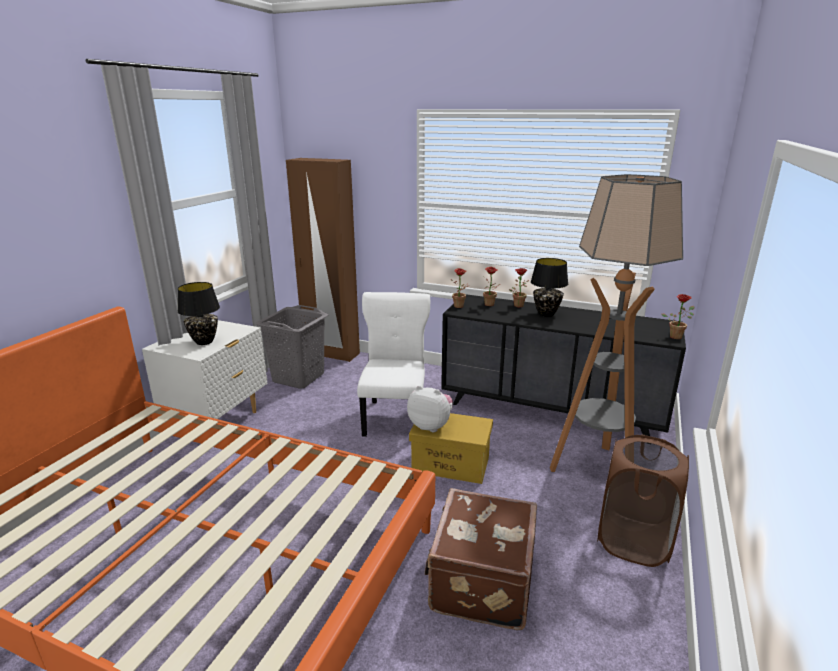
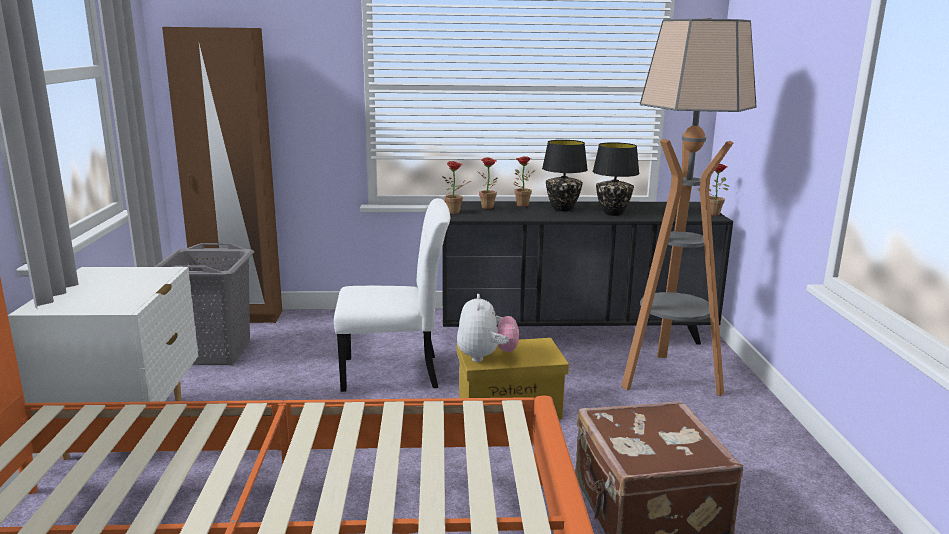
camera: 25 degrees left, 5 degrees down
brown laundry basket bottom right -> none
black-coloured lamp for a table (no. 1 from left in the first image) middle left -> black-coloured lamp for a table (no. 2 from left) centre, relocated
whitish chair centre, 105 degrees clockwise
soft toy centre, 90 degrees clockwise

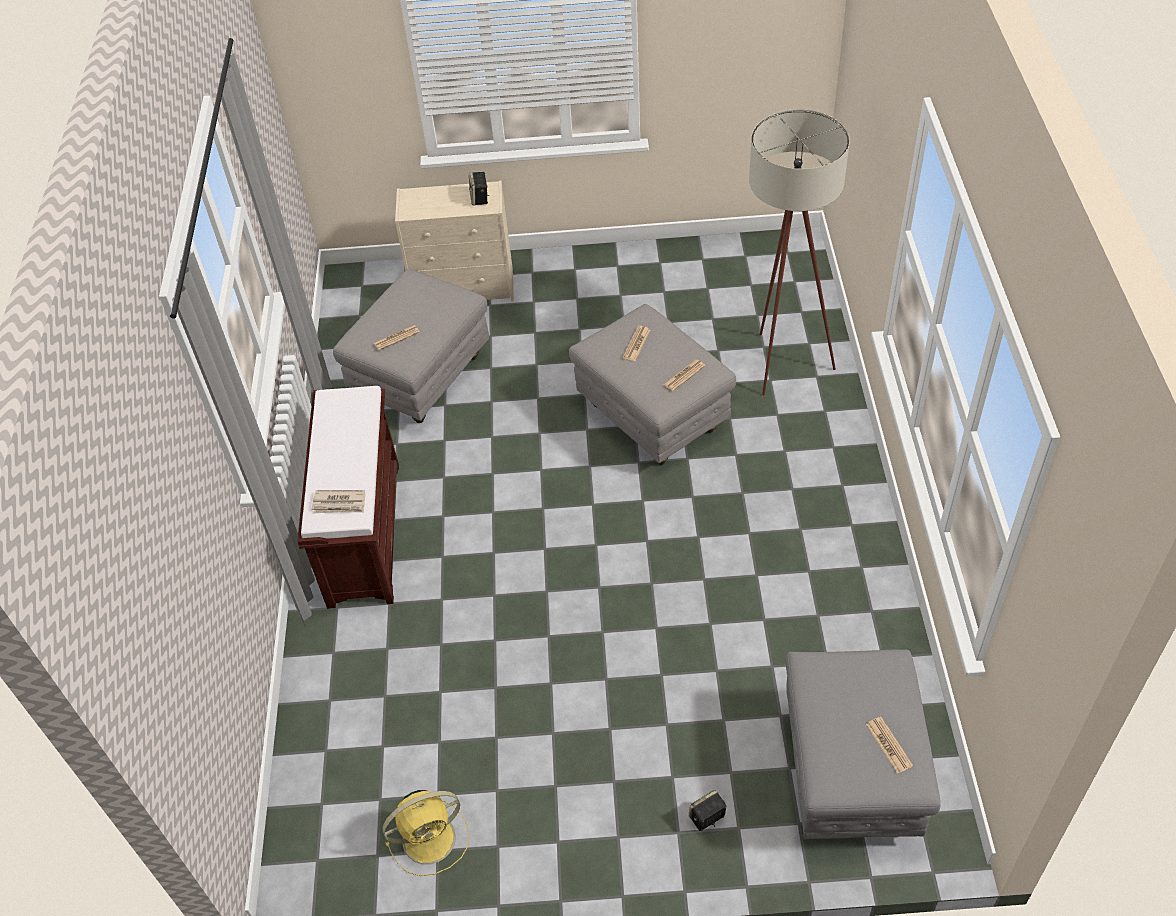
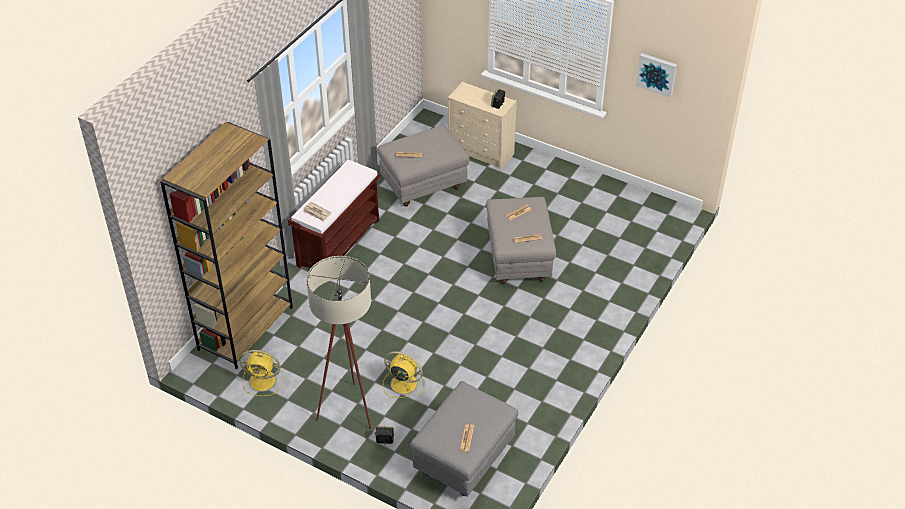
camera: 30 degrees right, 5 degrees down
none -> brown bookshelf middle left
none -> yellow-coloured electric fan (no. 2 from left) bottom centre
none -> wall art top right
beige standing lamp top right -> beige standing lamp bottom centre, relocated

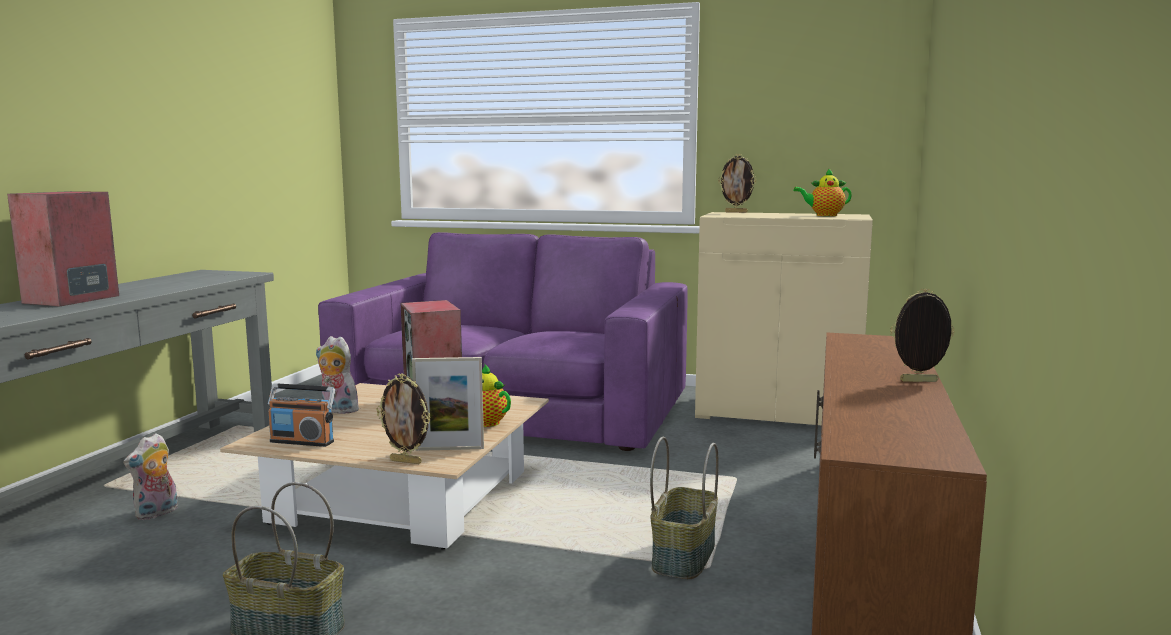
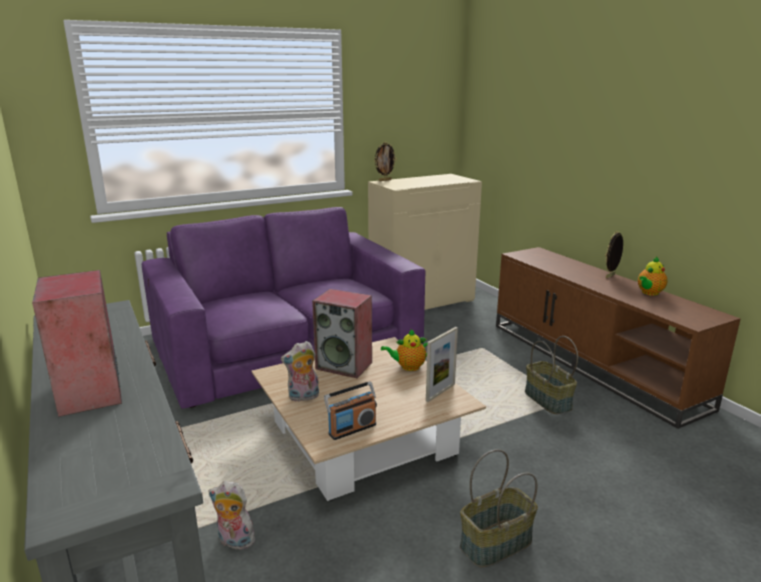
camera: 45 degrees left, 10 degrees up
standing frame (no. 1 from left) centre -> none
teapot (no. 2 from left) top right -> teapot (no. 2 from left) middle right, relocated
soft toy (no. 1 from left) bottom left, 120 degrees clockwise

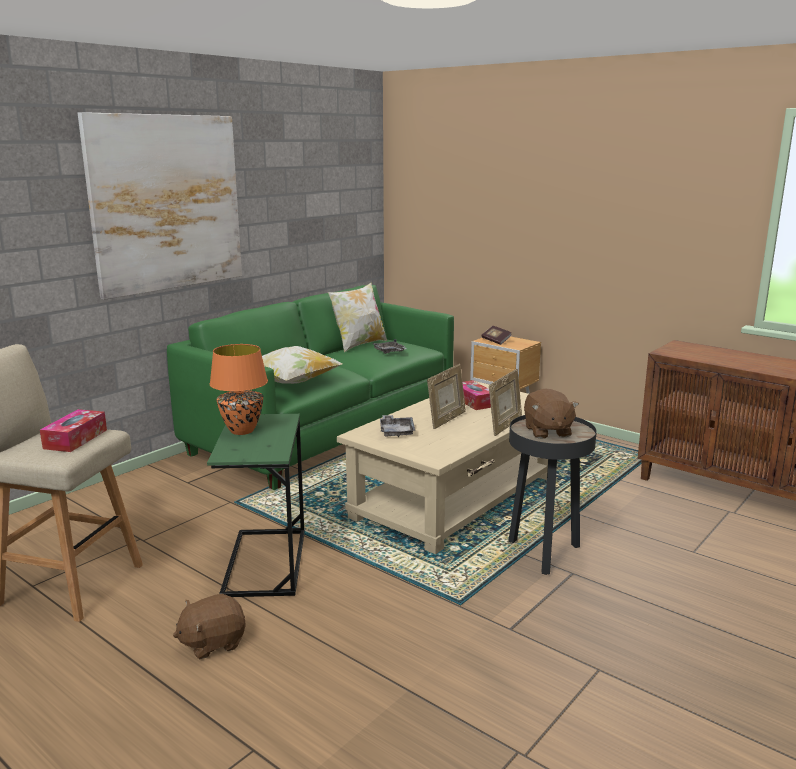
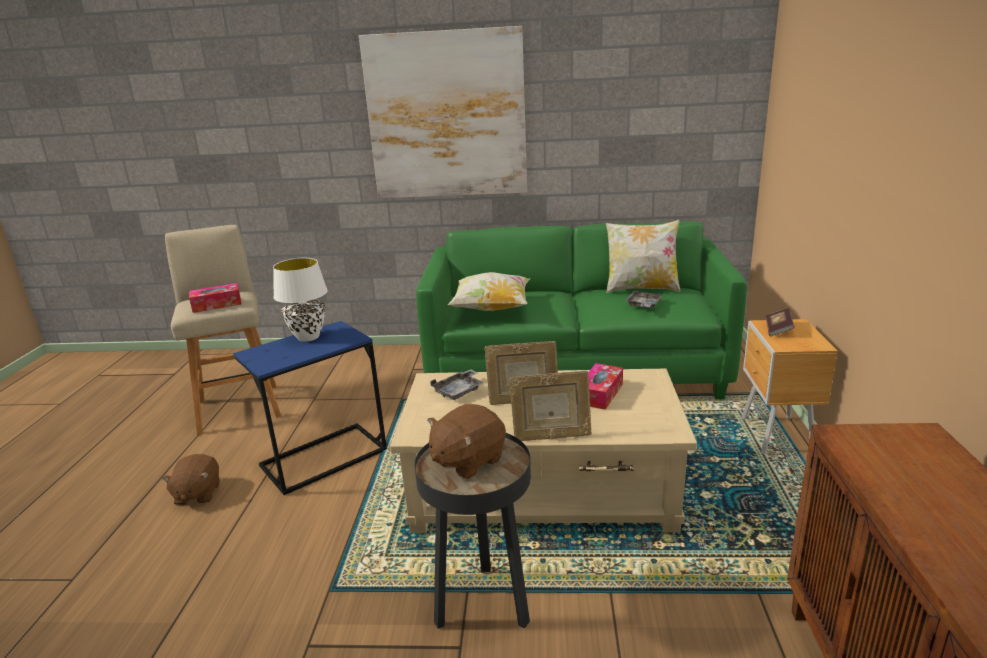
camera: 55 degrees right, 5 degrees up
green-coloured end table middle left -> blue end table middle left
orange lamp for a table middle left -> whitish lamp for a table middle left
brown soft toy (no. 1 from left) bottom left, 120 degrees counterclockwise

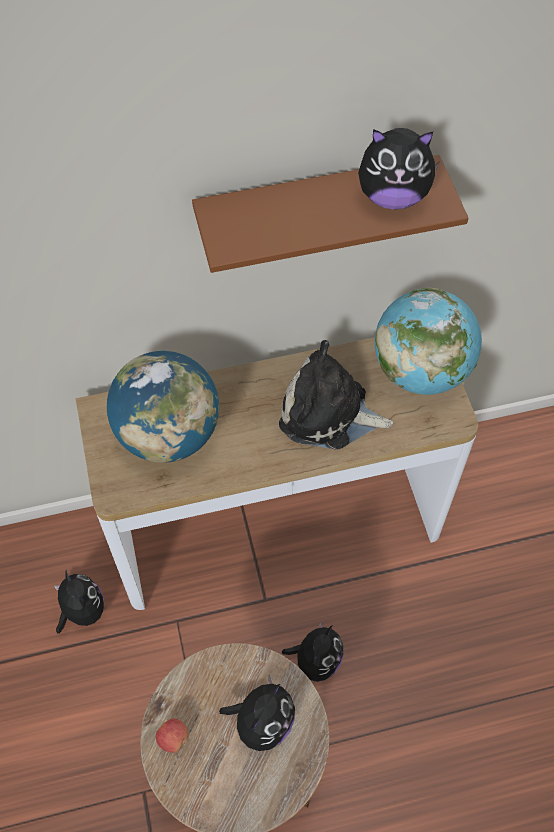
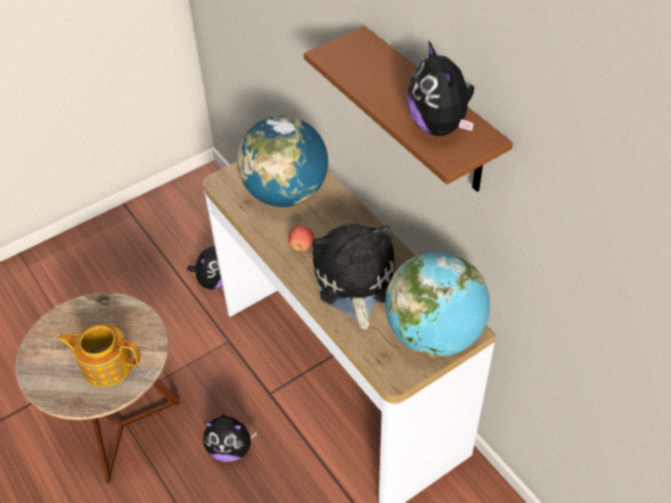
camera: 70 degrees right, 10 degrees down
apple bottom left -> apple centre, relocated
soft toy (no. 2 from left) bottom centre -> teapot bottom left

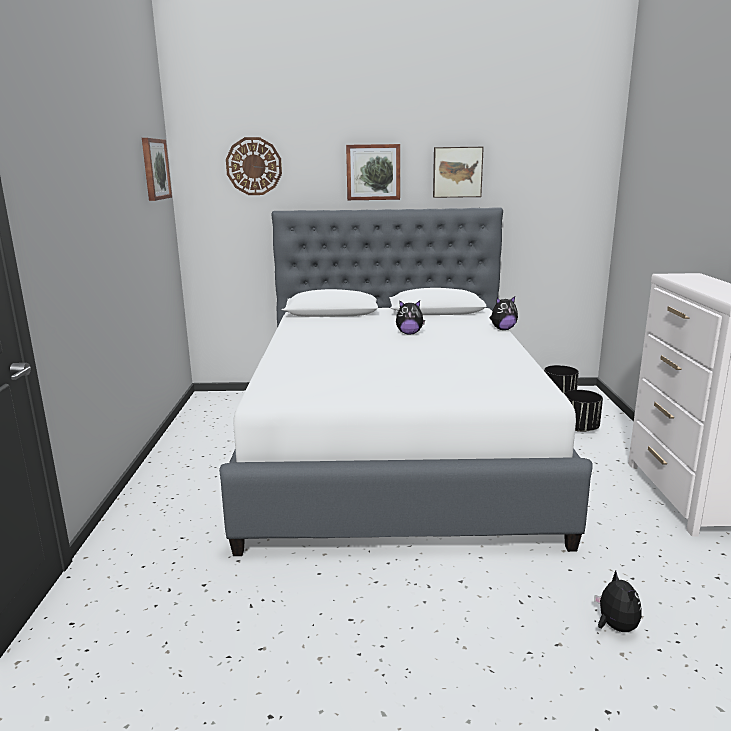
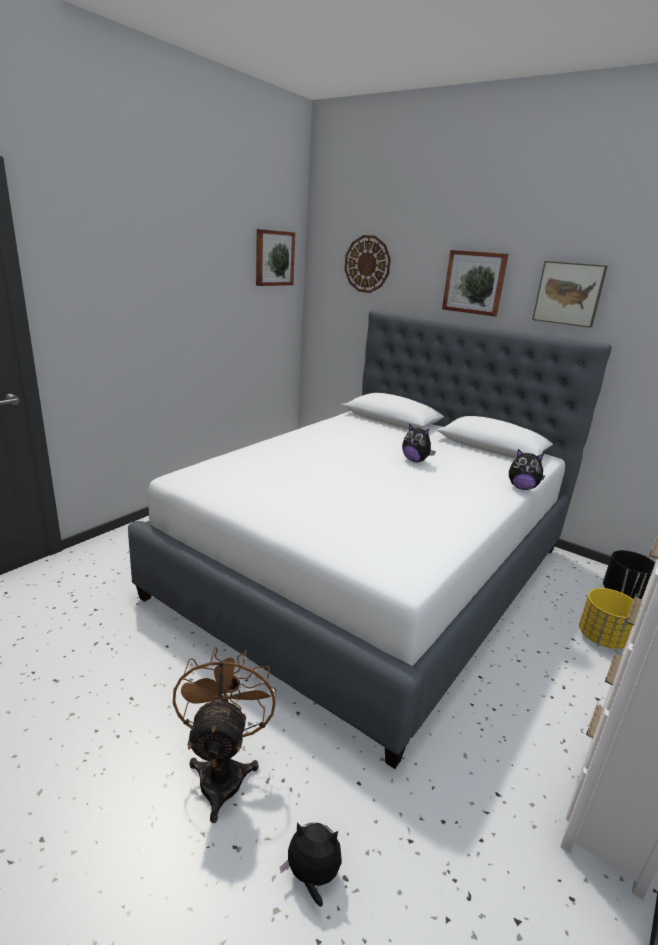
camera: 35 degrees right, 5 degrees up
none -> brown electric fan bottom centre
black-coloured flower pot (no. 2 from left) middle right -> yellow-coloured flower pot middle right
soft toy (no. 3 from left in the first image) bottom right -> soft toy (no. 1 from left) bottom centre, 105 degrees counterclockwise

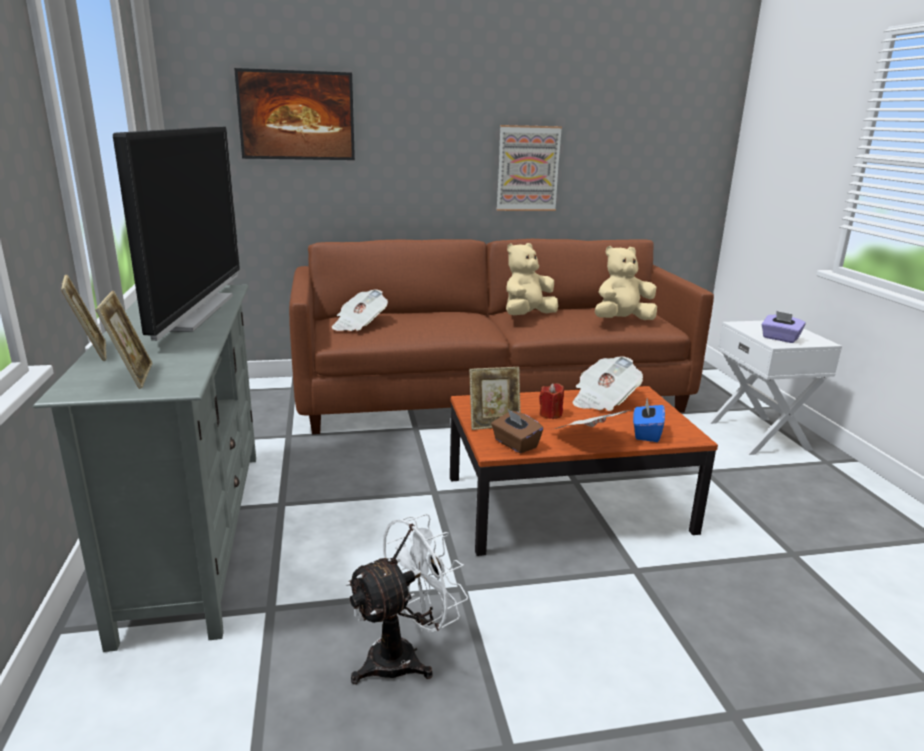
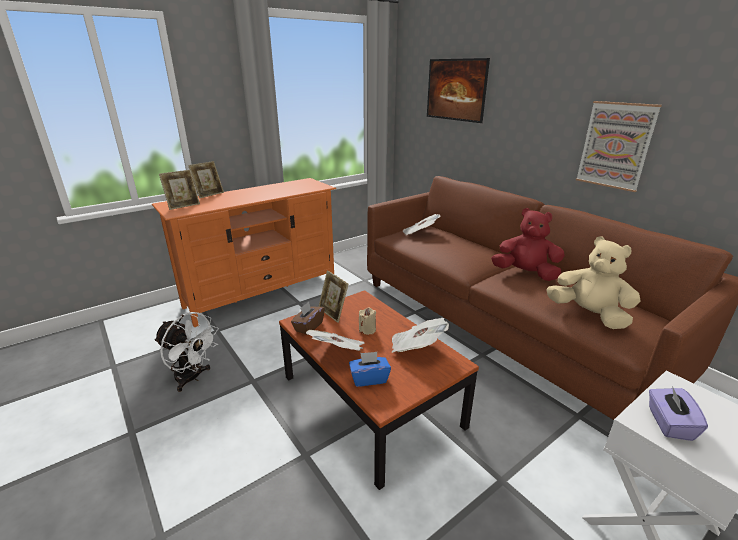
camera: 65 degrees right, 5 degrees up
TV top left -> none
gray media console middle left -> orange media console middle left
beige soft toy (no. 1 from left) centre -> reddish soft toy middle right
reddish wax light centre -> beige wax light centre

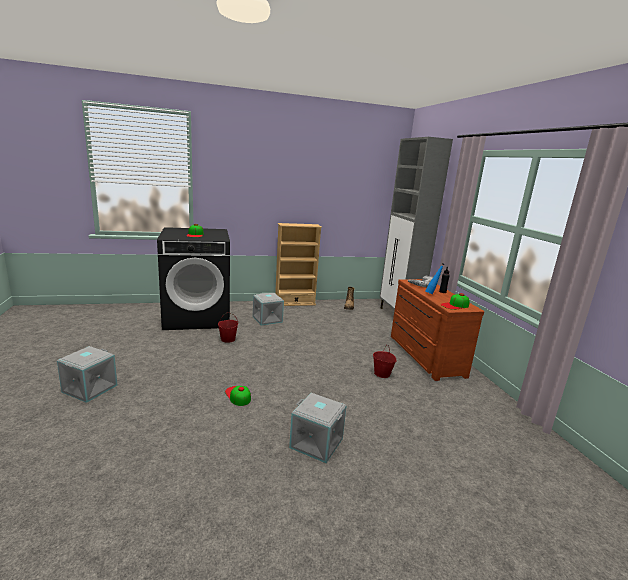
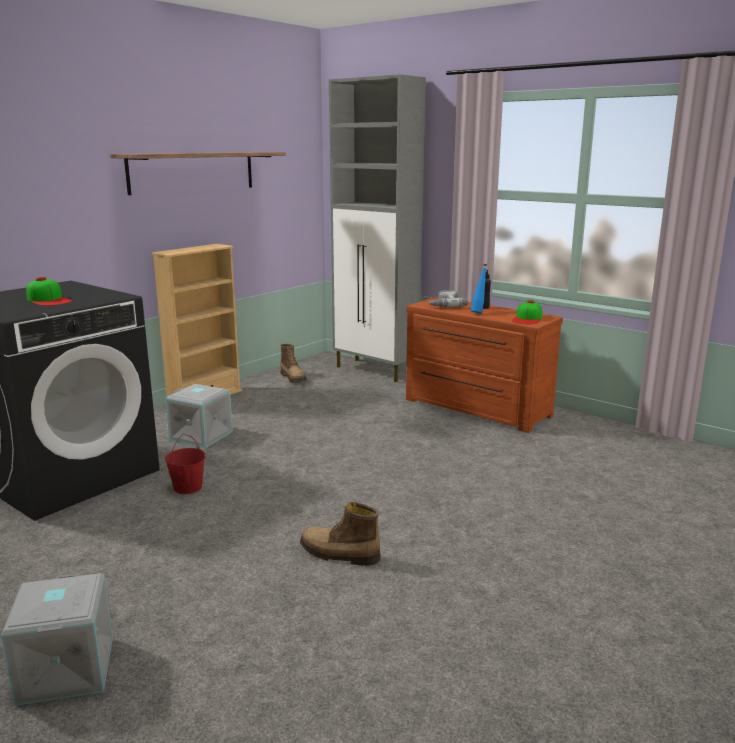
camera: 35 degrees left, 0 degrees up
gray storage container (no. 3 from left) bottom centre -> none
reddish bucket (no. 2 from left) centre -> none
none -> bracket shelf top left
baseball cap (no. 2 from left) bottom centre -> tall boot (no. 2 from left) bottom centre

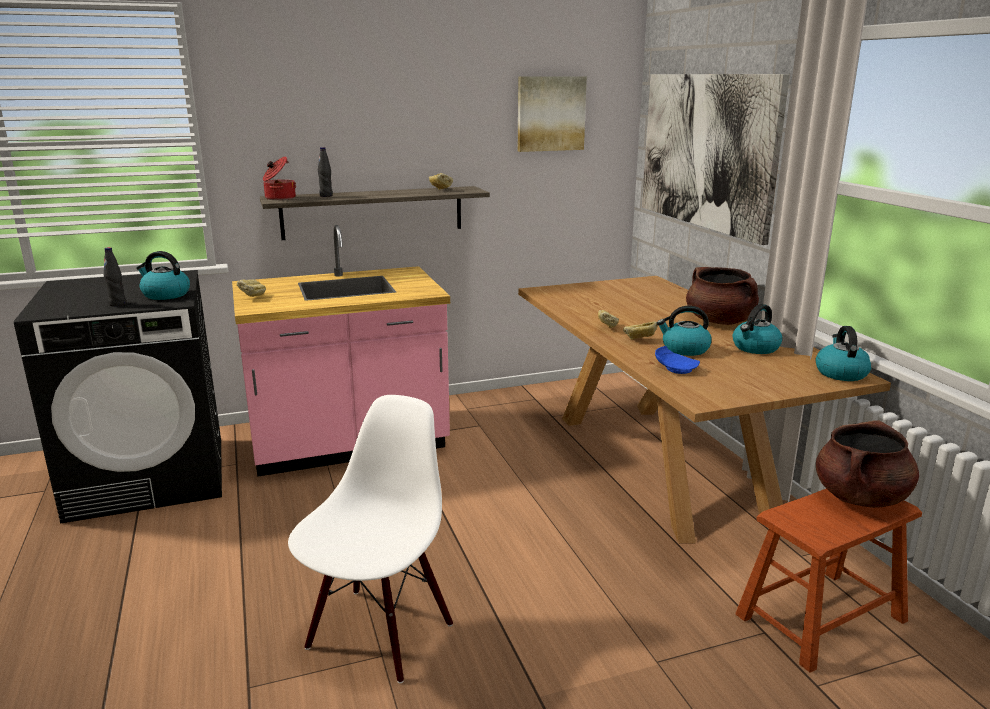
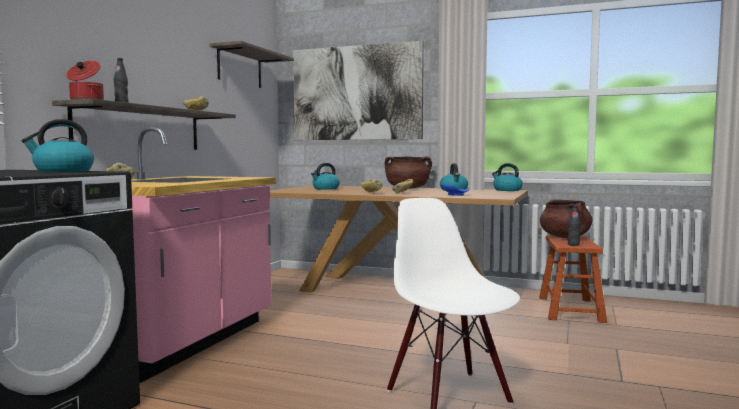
camera: 50 degrees left, 15 degrees down
black-coloured bottle (no. 1 from left in the first image) middle left -> black-coloured bottle (no. 2 from left) middle right, relocated
water kettle (no. 2 from left) middle right -> water kettle (no. 2 from left) centre, relocated
wall art (no. 1 from left) top centre -> bracket shelf (no. 2 from left) top centre

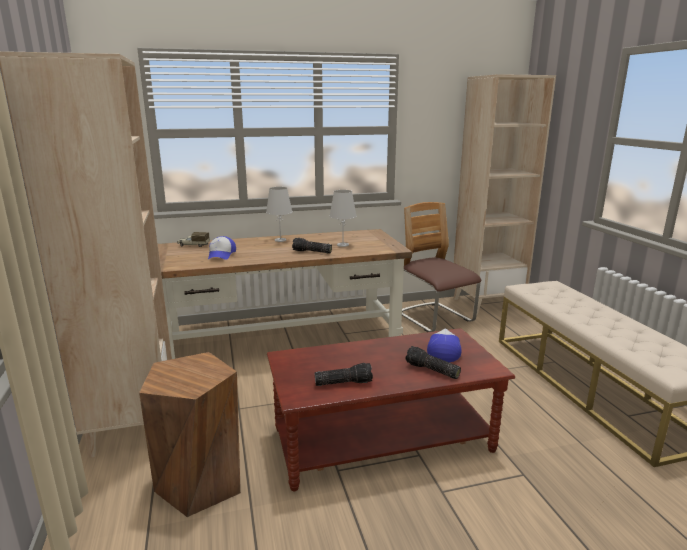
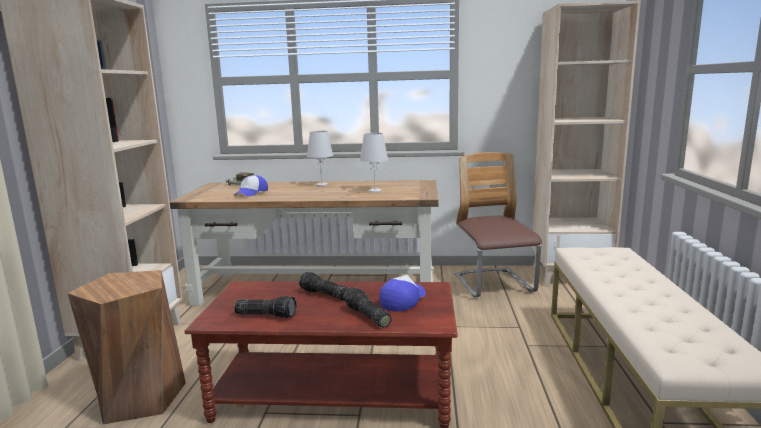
camera: 20 degrees right, 5 degrees down
torch (no. 1 from left in the first image) centre -> torch (no. 2 from left) bottom centre, relocated

